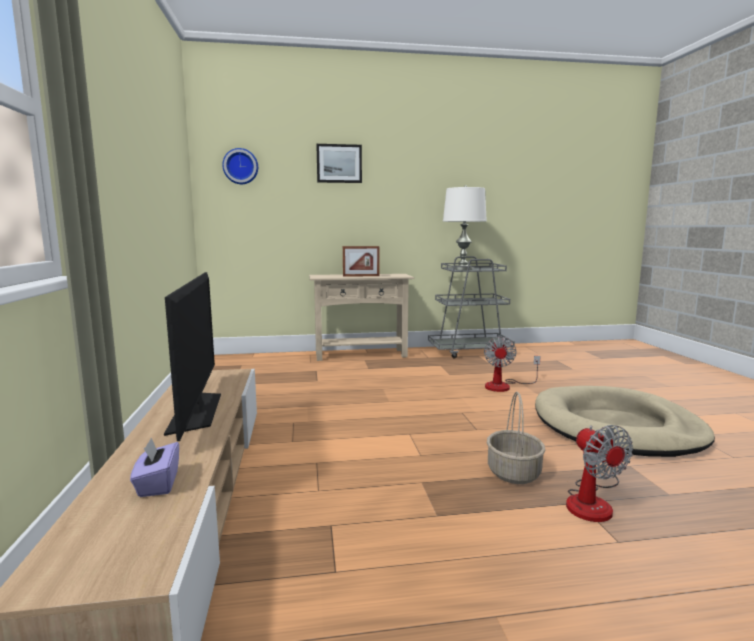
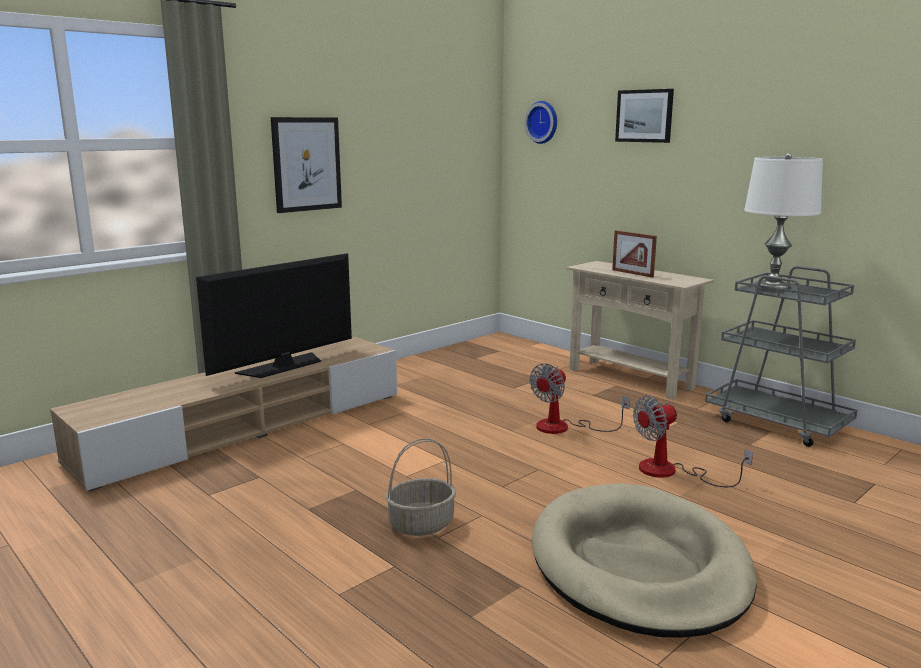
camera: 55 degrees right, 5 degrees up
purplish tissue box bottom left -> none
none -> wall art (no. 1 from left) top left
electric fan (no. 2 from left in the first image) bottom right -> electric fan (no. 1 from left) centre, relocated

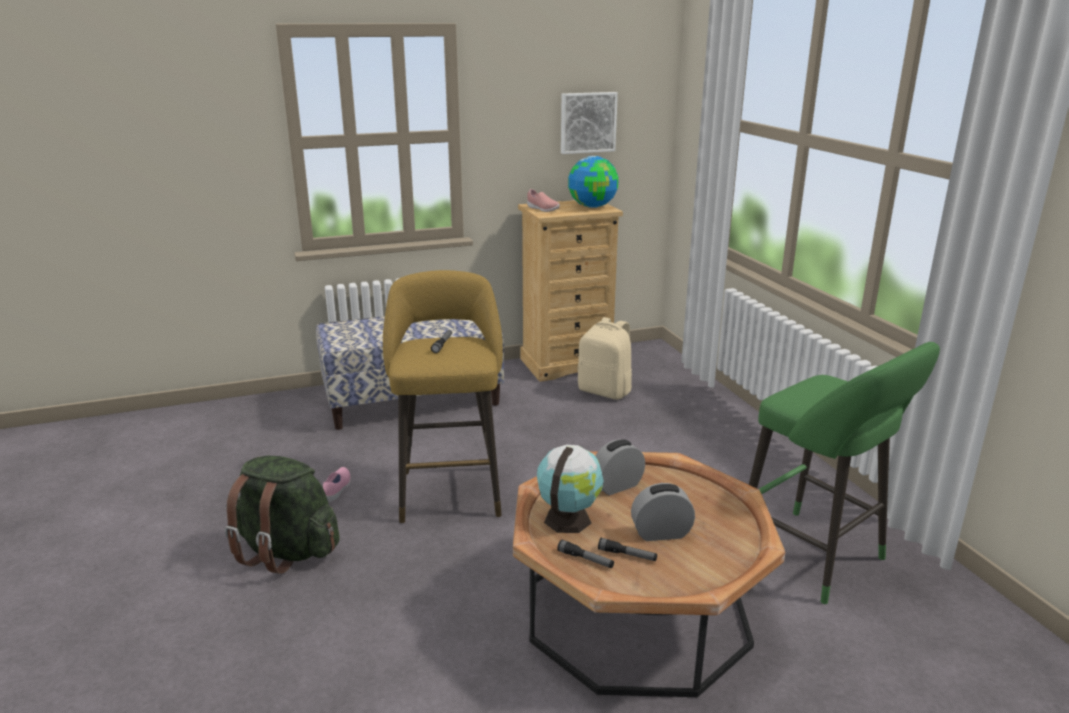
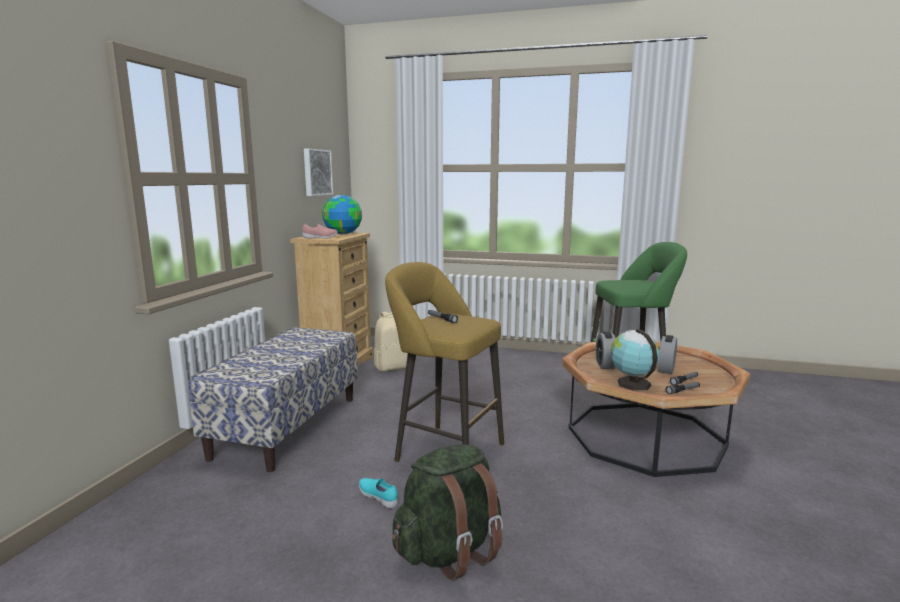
camera: 55 degrees left, 10 degrees down
pink-coloured item of footwear (no. 1 from left) bottom left -> turquoise-coloured item of footwear bottom centre

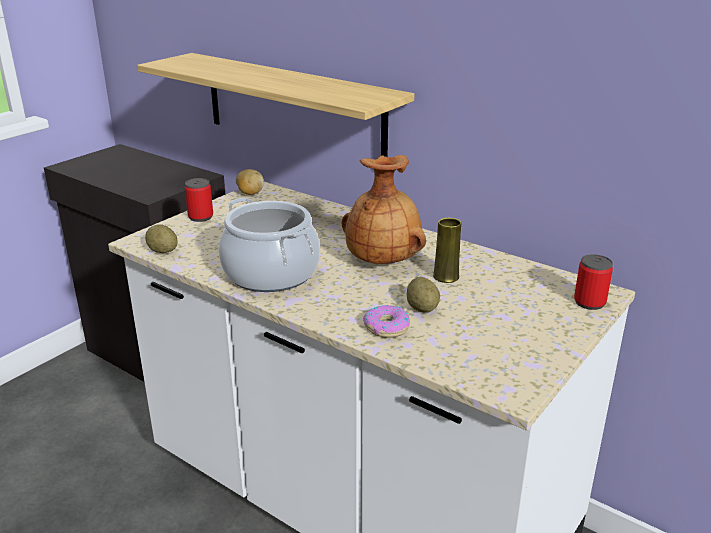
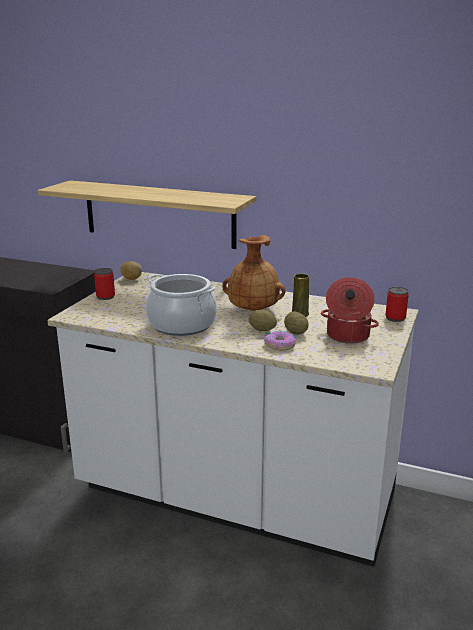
camera: 15 degrees left, 5 degrees down
none -> saucepot (no. 2 from left) middle right
potato (no. 1 from left in the first image) middle left -> potato (no. 2 from left) centre, relocated

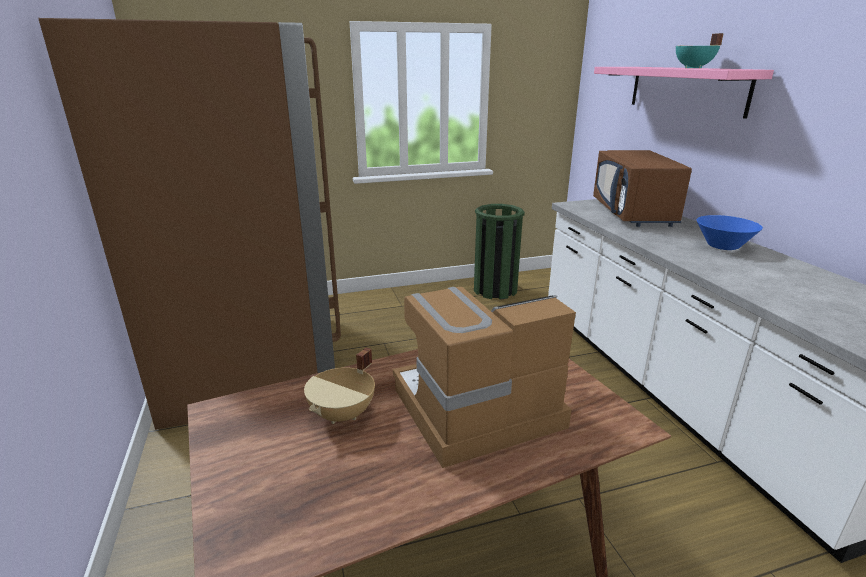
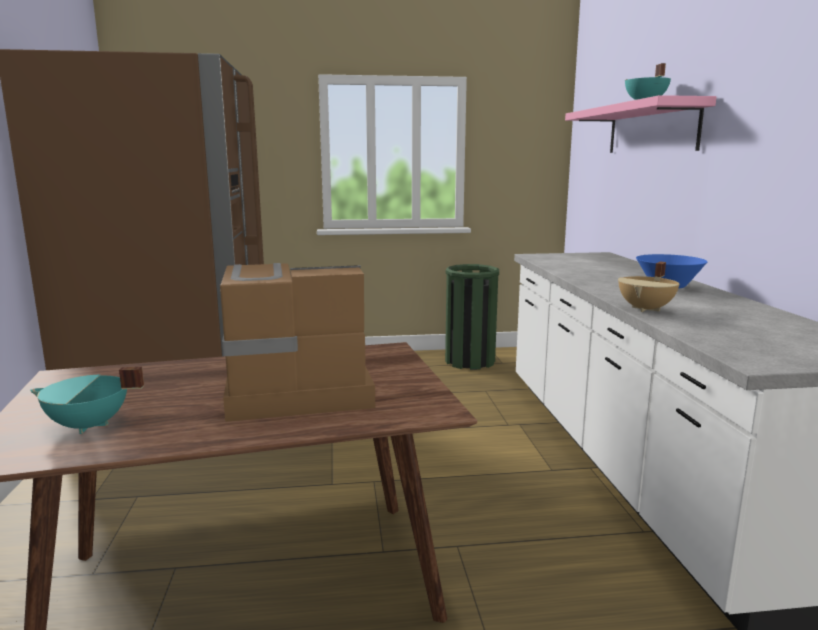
camera: 10 degrees right, 10 degrees down
brown kitchen microwave top right -> none
none -> turquoise-coloured saucepot (no. 1 from left) middle left
beige saucepot bottom centre -> beige saucepot middle right, relocated

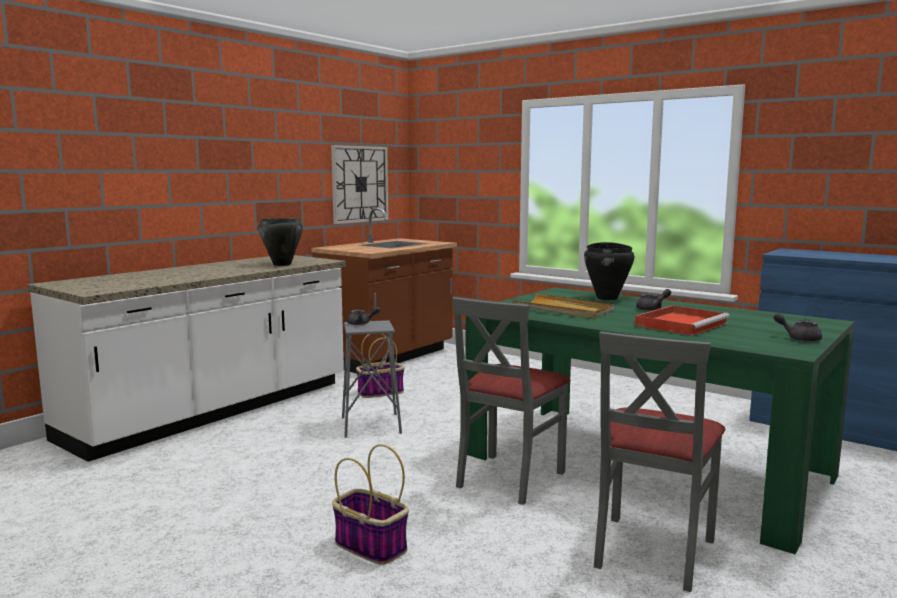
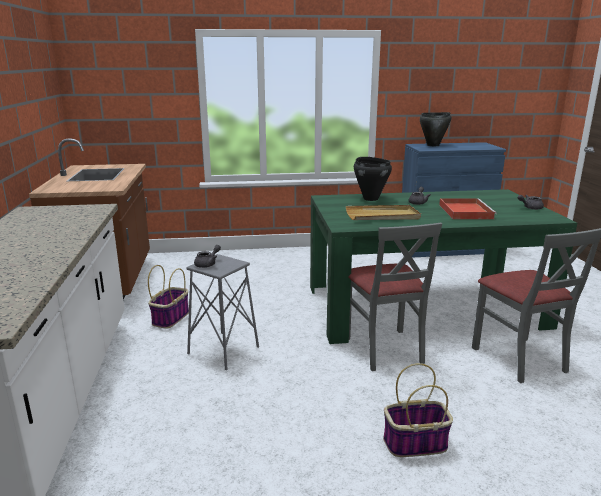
camera: 45 degrees left, 10 degrees up
hanging clock top centre -> none
black-coloured saucepot (no. 1 from left in the first image) middle left -> black-coloured saucepot (no. 2 from left) top right, relocated

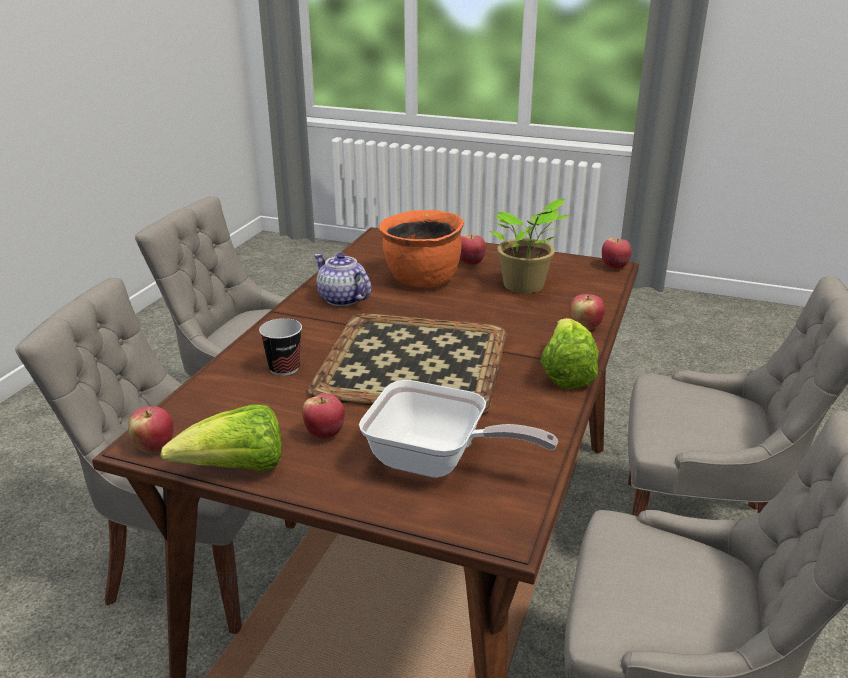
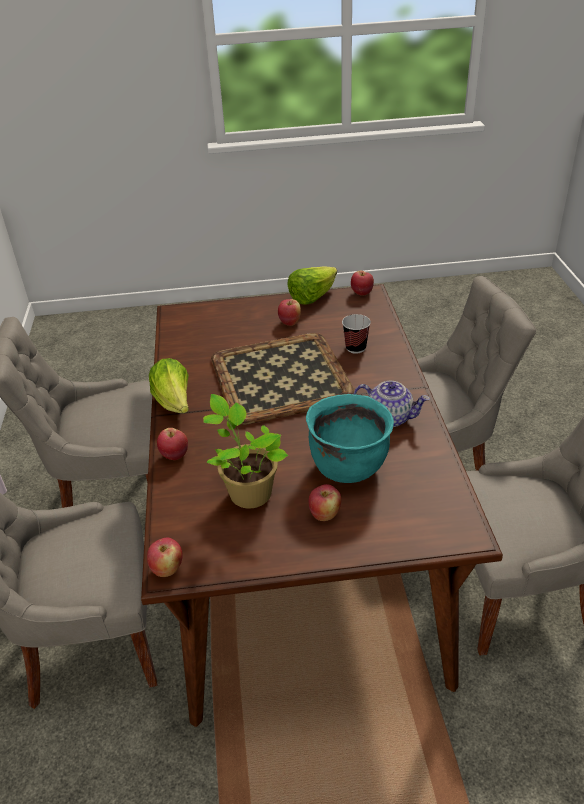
camera: 155 degrees right, 10 degrees up
pan centre -> none
orange saucepot centre -> turquoise-coloured saucepot centre

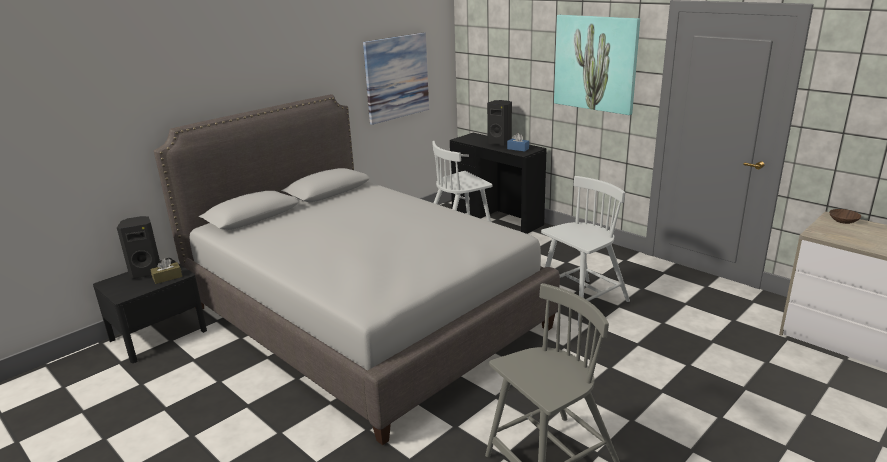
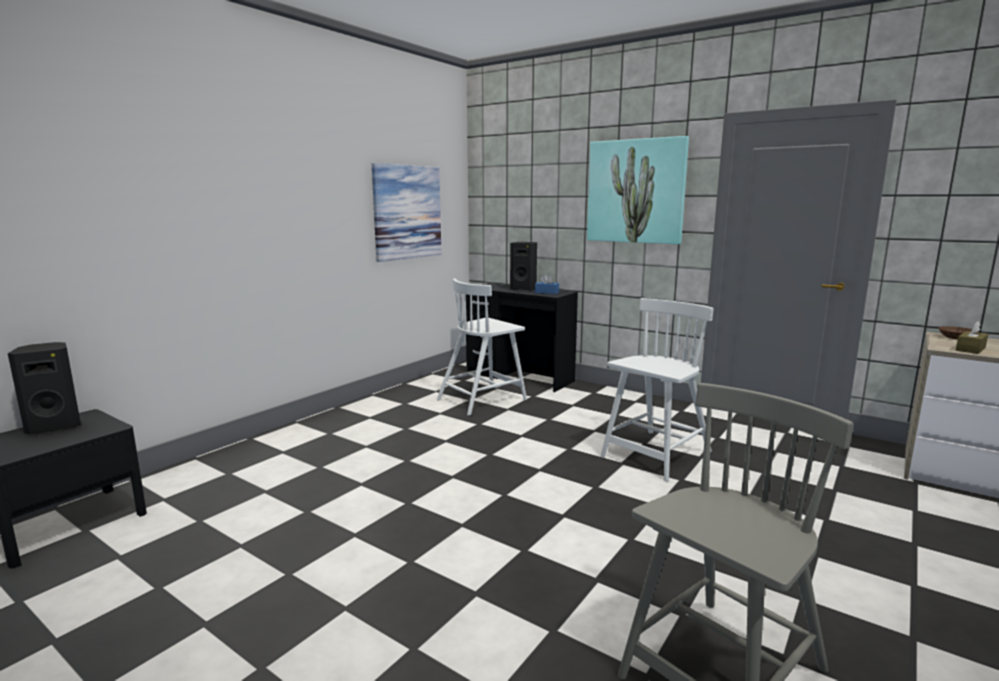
camera: 10 degrees left, 10 degrees down
gray bed centre -> none
brown tissue box middle left -> brown tissue box middle right, relocated

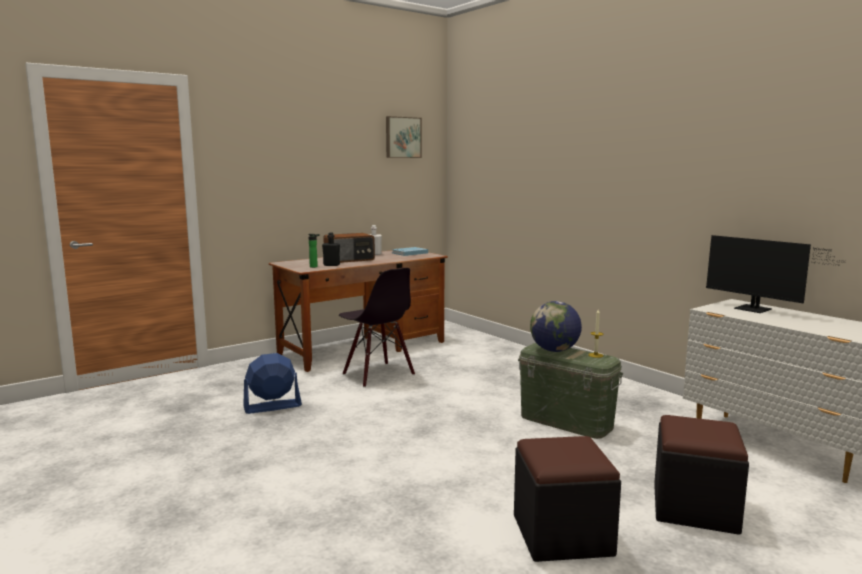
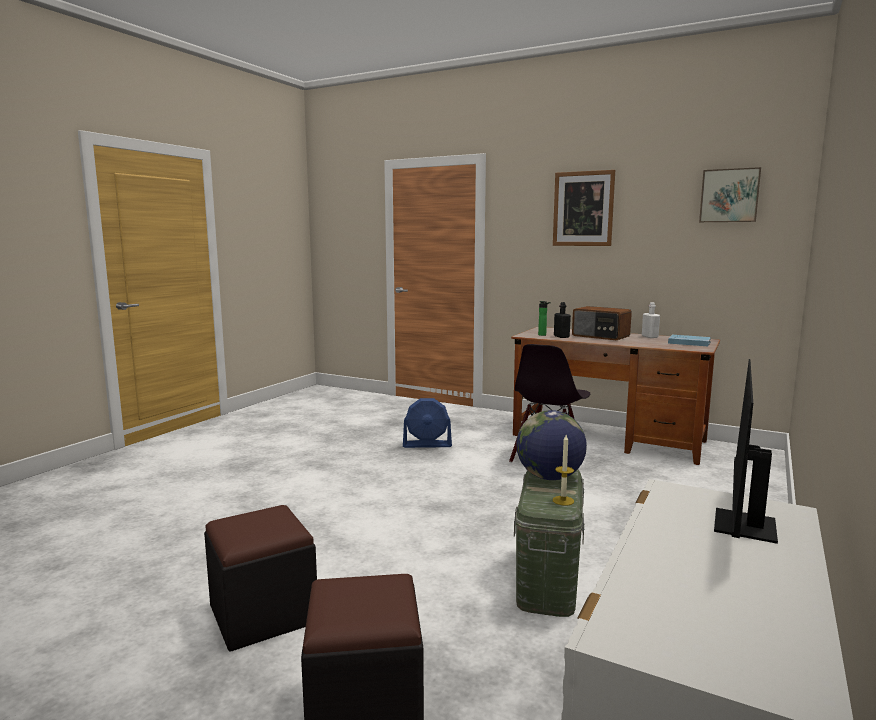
camera: 65 degrees right, 0 degrees up
none -> wall art (no. 1 from left) top right
blue electric fan bottom left -> blue electric fan centre, 135 degrees clockwise

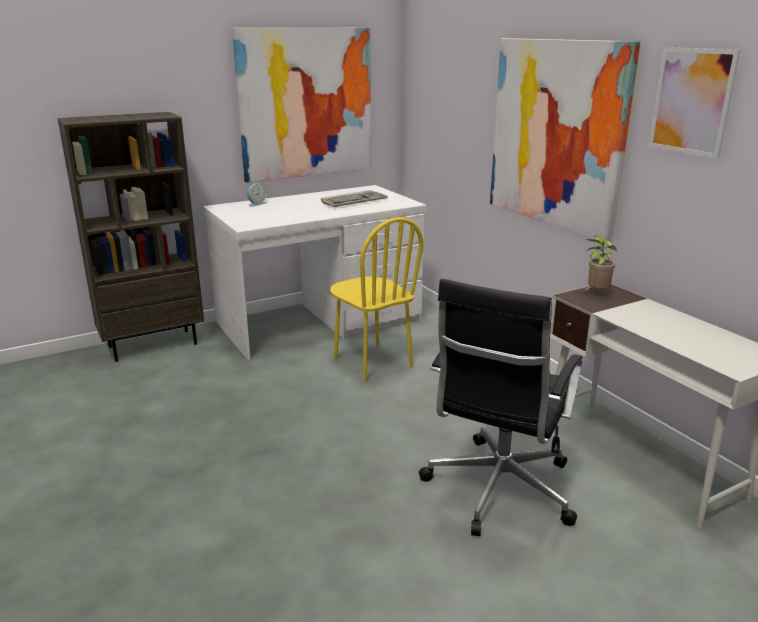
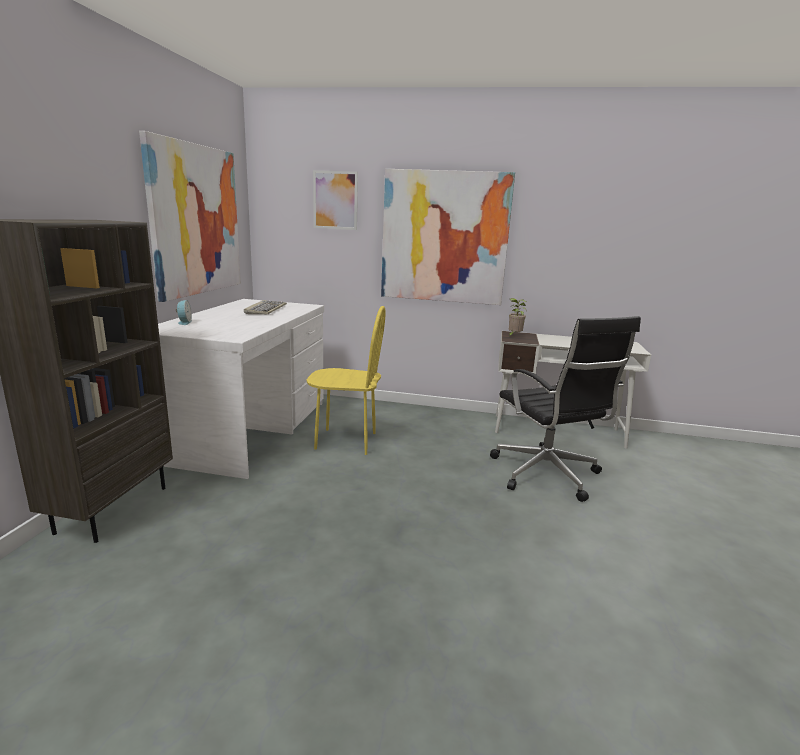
camera: 50 degrees left, 5 degrees down
wall art (no. 3 from left in the first image) top right -> wall art (no. 2 from left) top centre, relocated

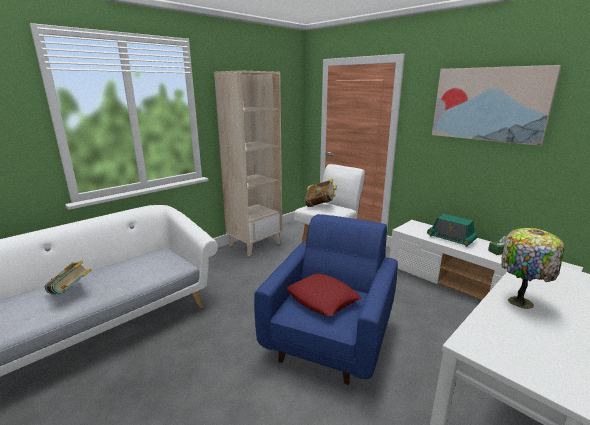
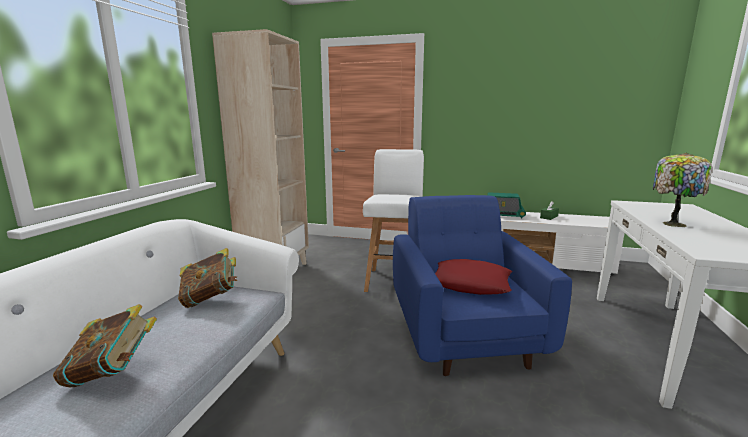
camera: 30 degrees left, 5 degrees down
wall art top right -> none
volume (no. 2 from left) centre -> volume (no. 2 from left) middle left, relocated

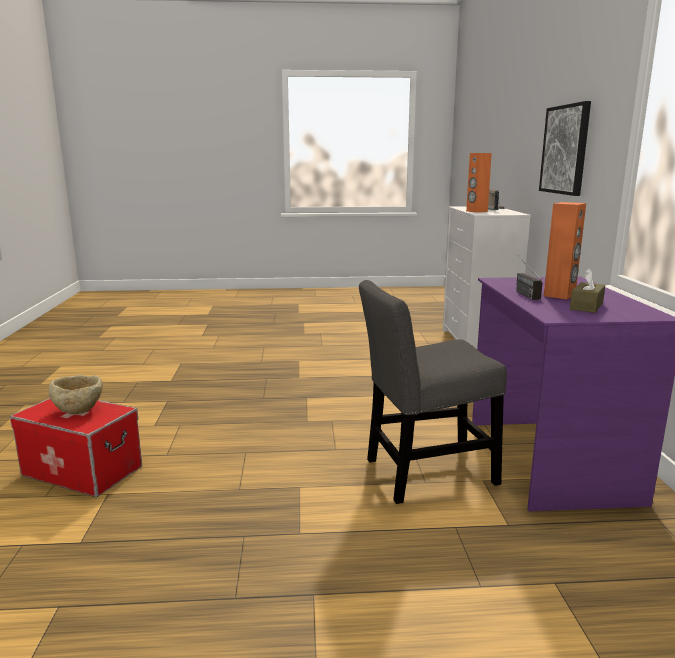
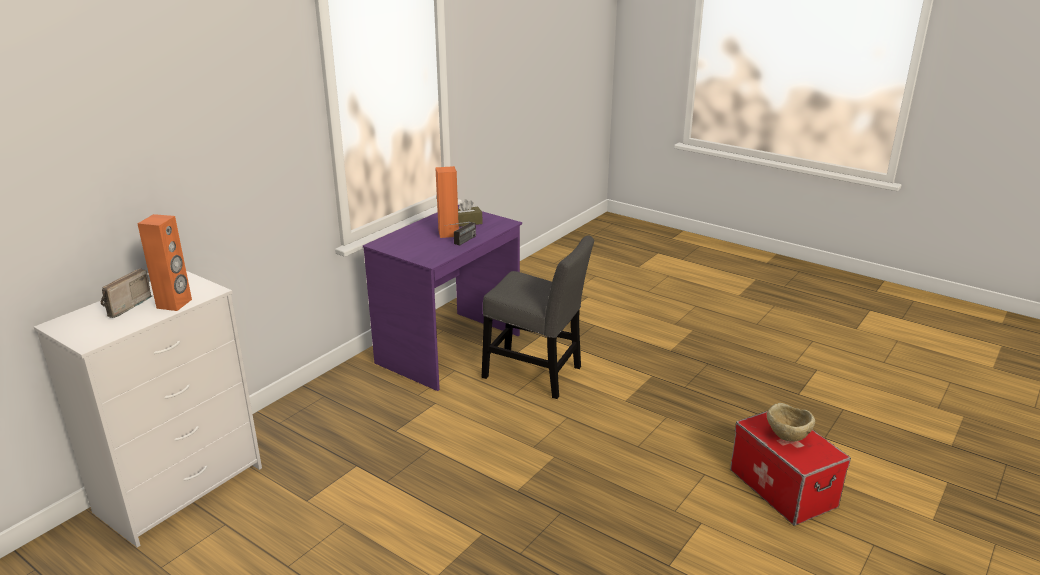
camera: 140 degrees left, 10 degrees up
wall art top right -> none

